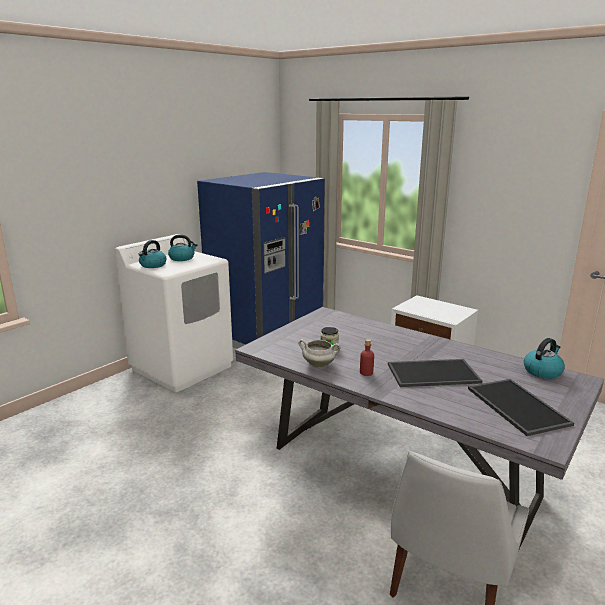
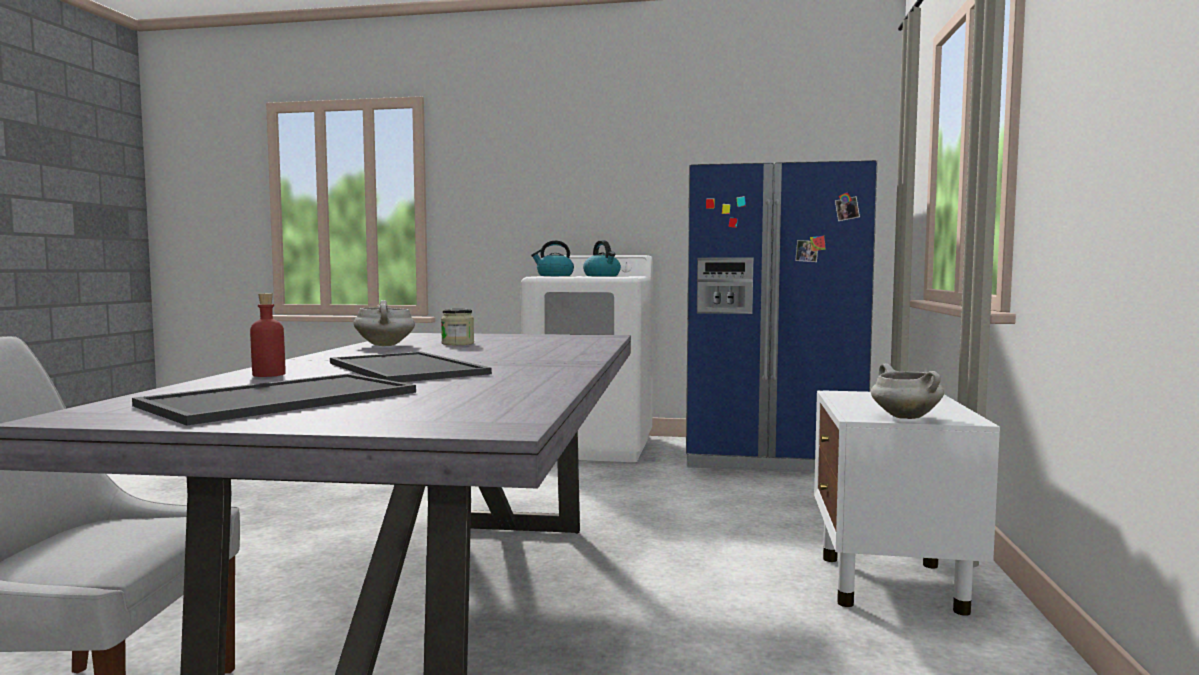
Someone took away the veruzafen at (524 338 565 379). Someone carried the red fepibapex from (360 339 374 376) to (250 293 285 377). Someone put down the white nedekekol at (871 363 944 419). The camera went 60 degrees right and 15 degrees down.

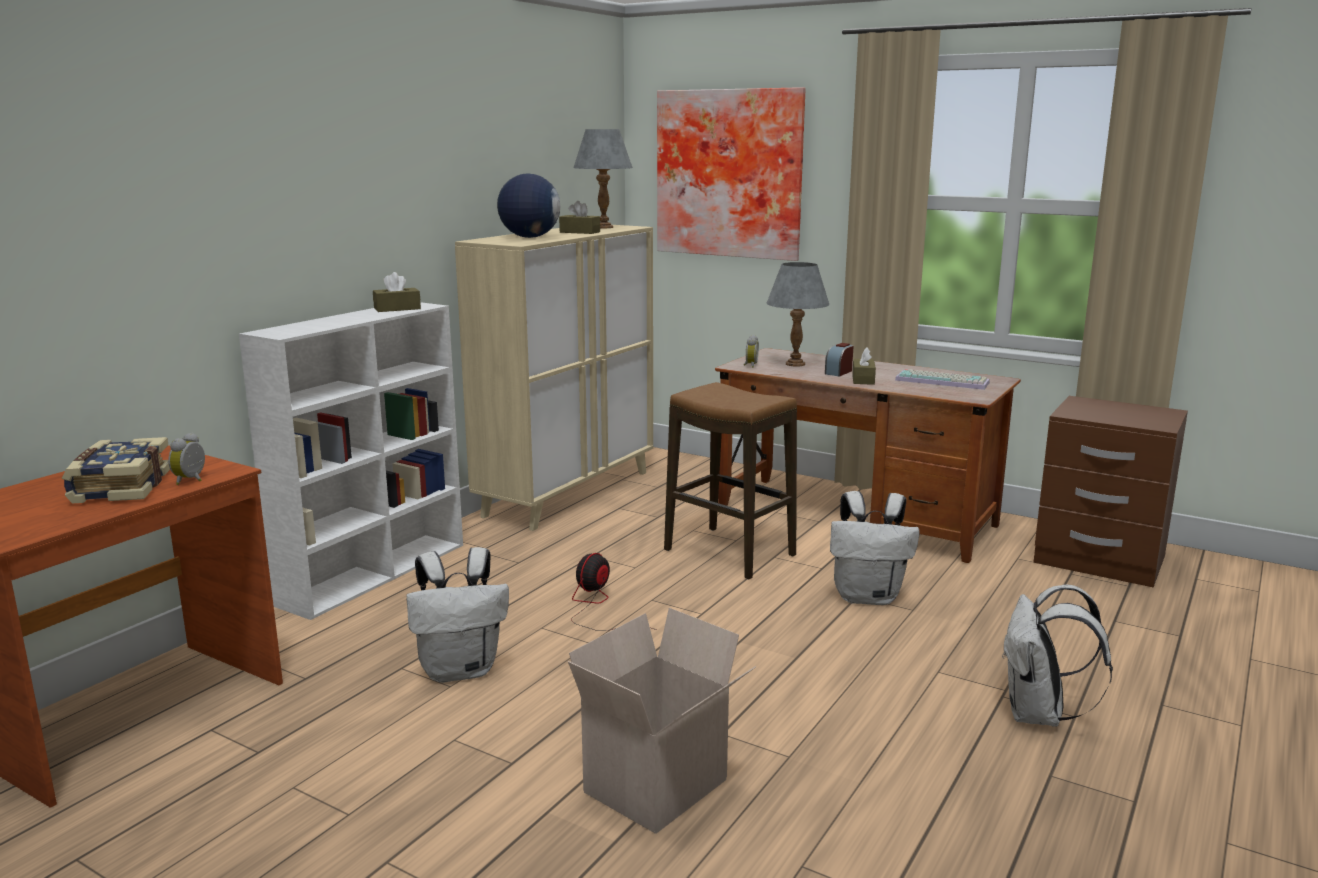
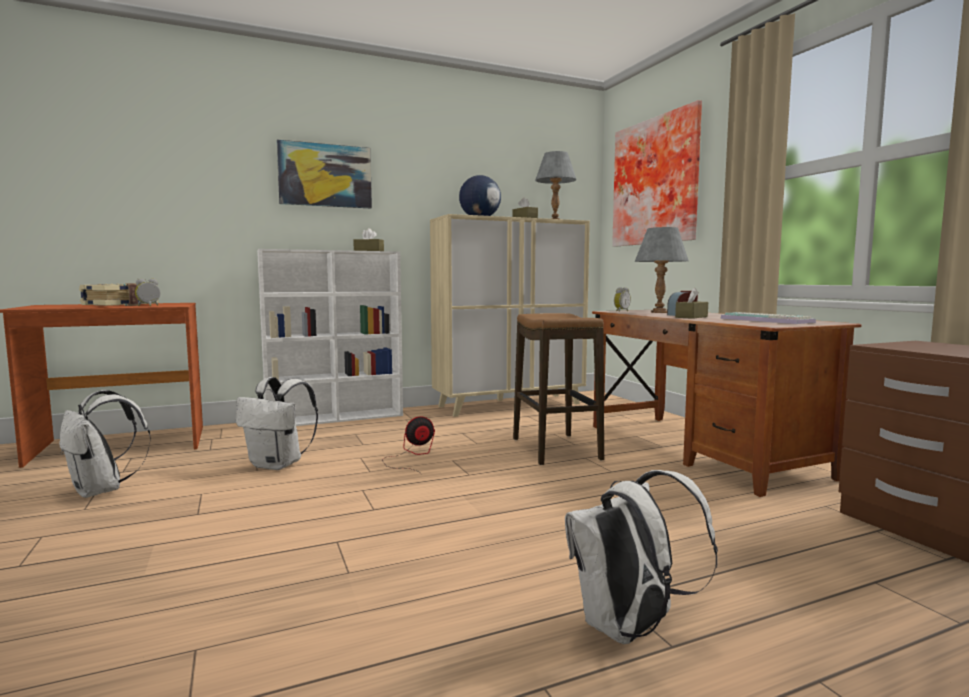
Someone carried the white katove from (830 491 920 605) to (59 390 151 498). Someone took away the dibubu at (568 608 756 834). Someone put up the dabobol at (277 140 372 208). The camera went 35 degrees right and 10 degrees down.

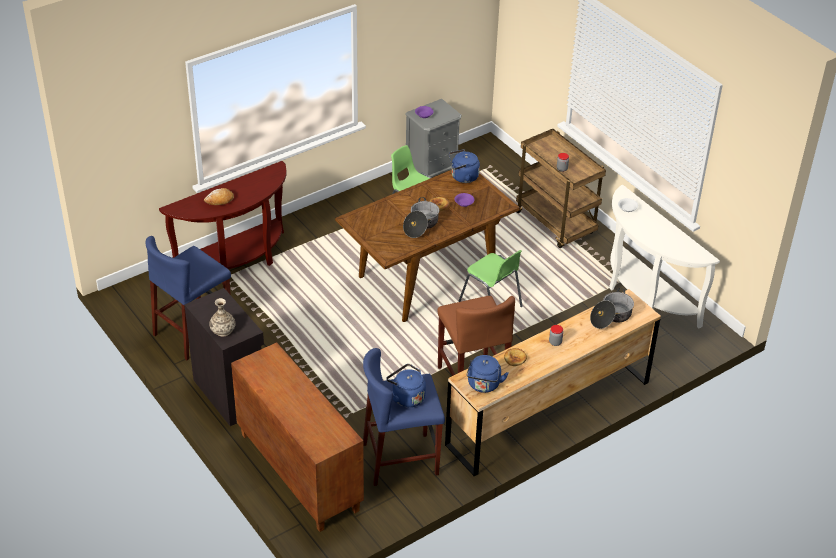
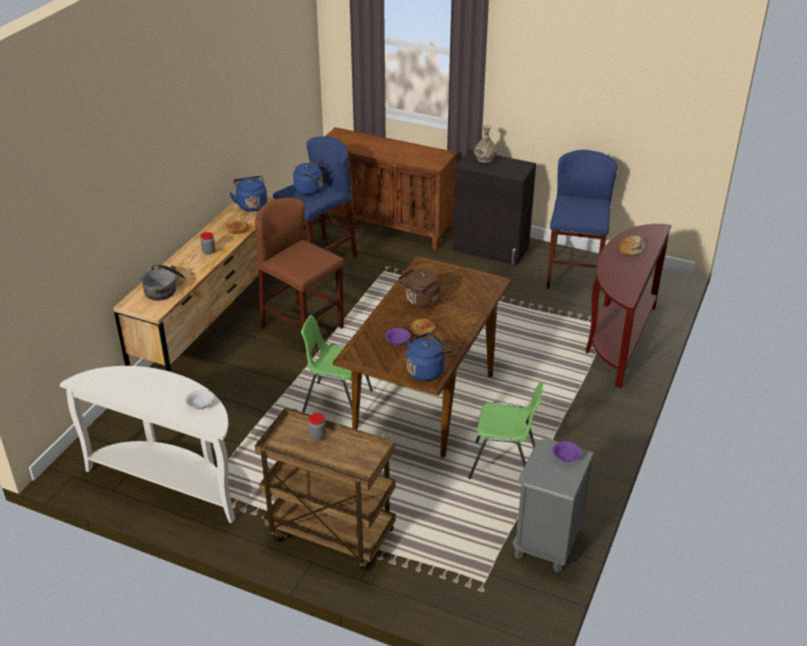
Someone swapped the nedekekol at (403 197 439 238) for the brown veruzafen at (399 269 440 308). The camera went 150 degrees right and 5 degrees down.

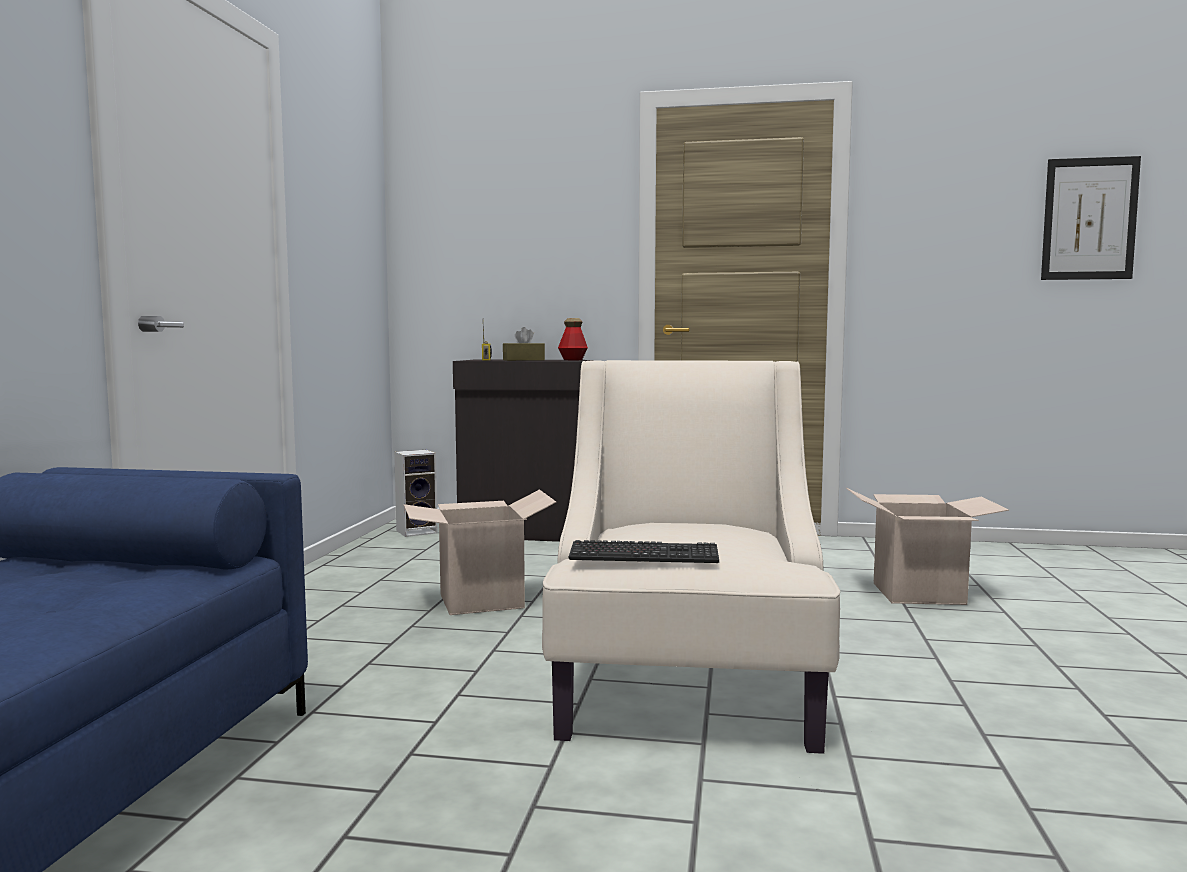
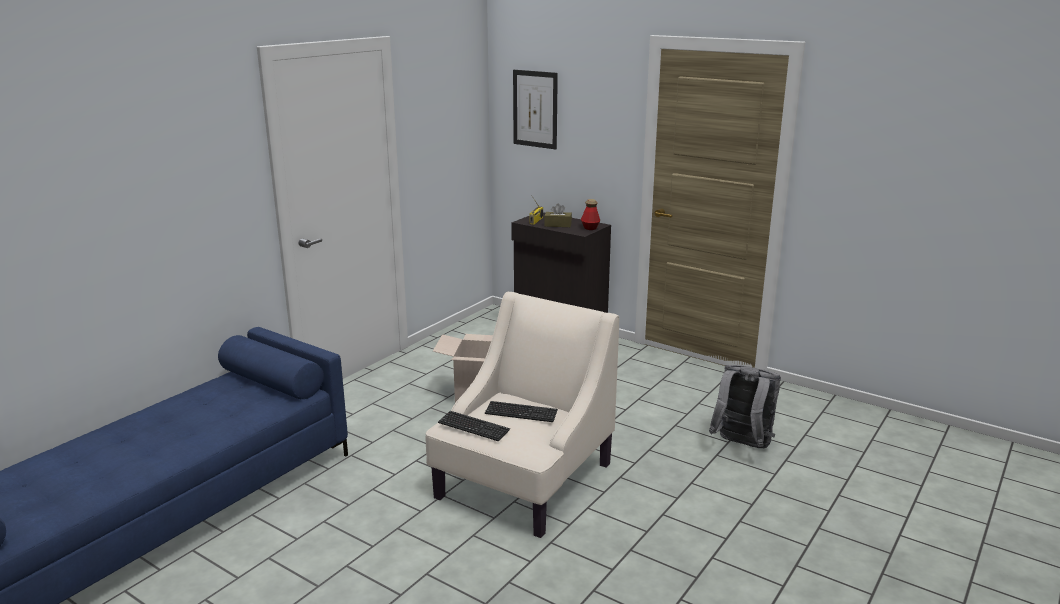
Someone carried the dabobol from (1041 156 1141 280) to (513 70 558 149). Someone took away the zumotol at (394 450 438 537). Someone swapped the dibubu at (846 488 1009 605) for the grey katove at (709 365 781 448). Someone put down the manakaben at (485 401 558 422). The camera went 25 degrees right and 15 degrees up.

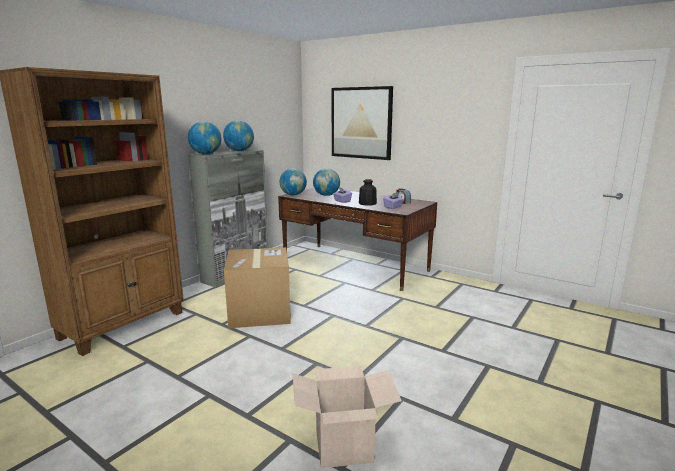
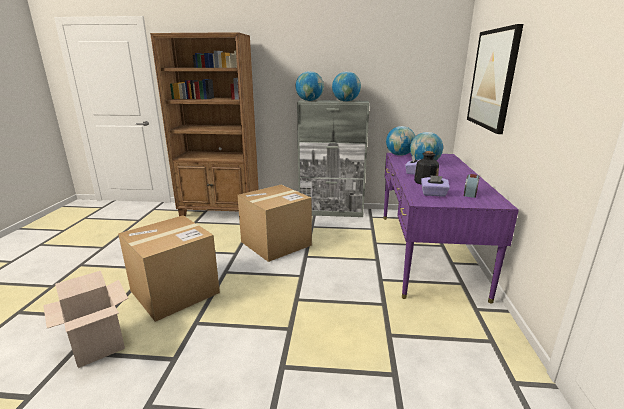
Someone repainted the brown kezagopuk at (278 188 437 291), which became the purple kezagopuk at (383 153 519 304). Someone put down the dibubu at (118 215 220 322). The camera went 60 degrees right and 5 degrees up.

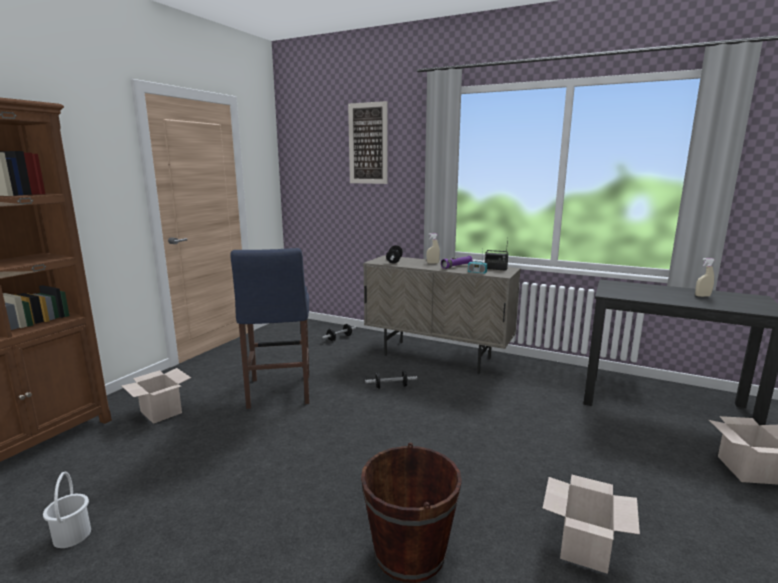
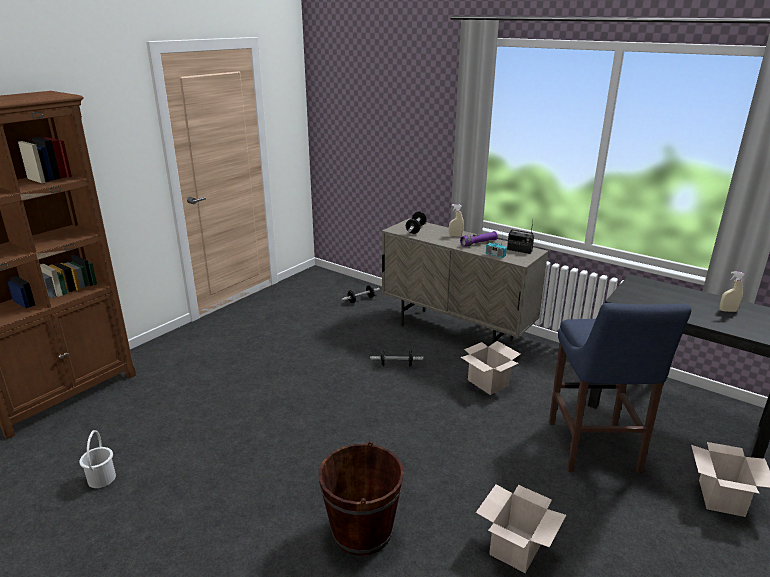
Someone took away the dabobol at (348 101 387 184). Someone carried the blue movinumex from (230 248 309 409) to (549 303 691 473). Someone carried the dibubu from (122 368 191 424) to (460 341 521 395). The camera went 10 degrees right and 10 degrees up.

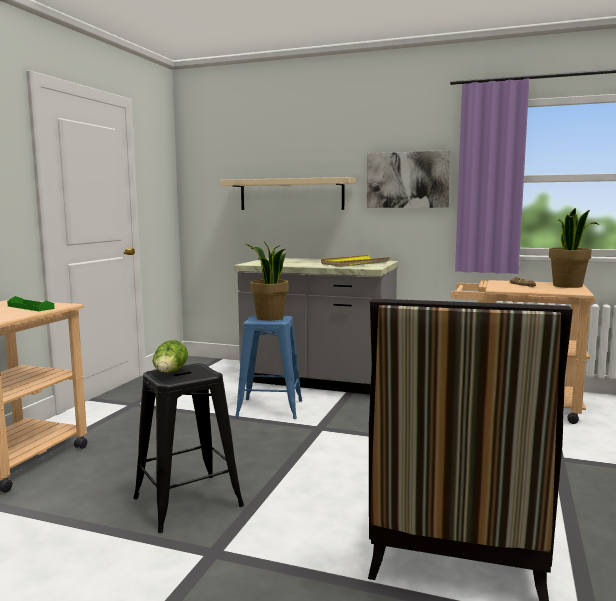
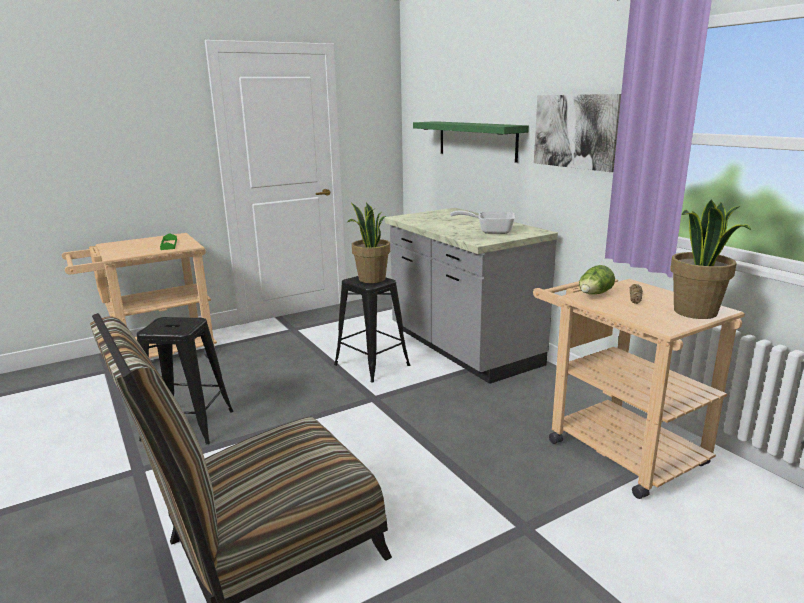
Someone repainted the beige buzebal at (220 177 356 210), which became the green buzebal at (413 121 529 163). Someone swapped the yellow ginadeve at (321 255 390 267) for the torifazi at (450 211 515 234). Someone repainted the blue movinumex at (235 315 302 419), which became the black movinumex at (334 276 410 383). Someone carried the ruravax from (153 340 188 373) to (579 265 615 294). The camera went 40 degrees right and 10 degrees up.

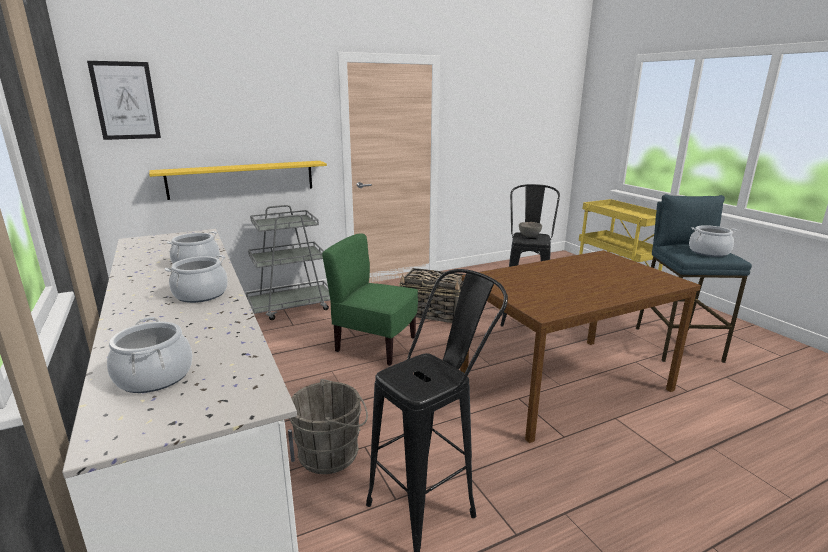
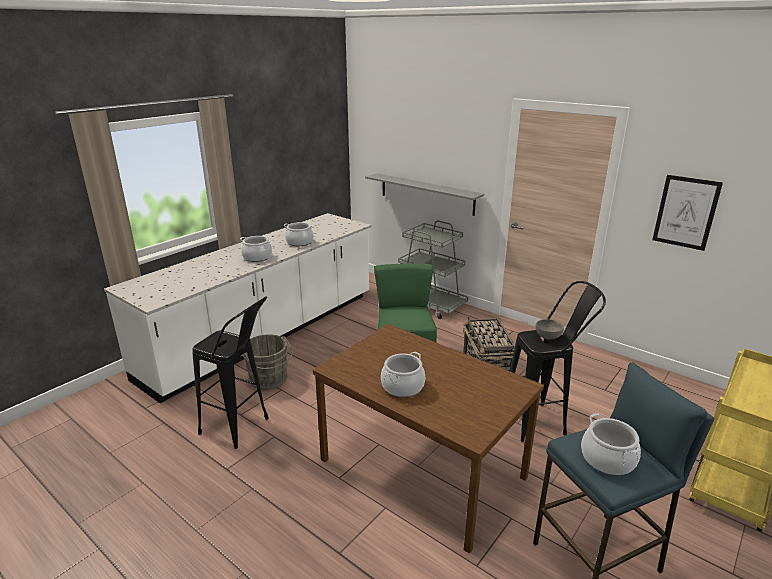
Someone carried the dabobol from (87 61 161 140) to (652 175 723 251). Someone repainted the yellow buzebal at (149 161 327 200), which became the grey buzebal at (365 173 484 216). Someone carried the nedekekol from (107 317 192 393) to (381 352 425 397). The camera went 65 degrees right and 5 degrees up.

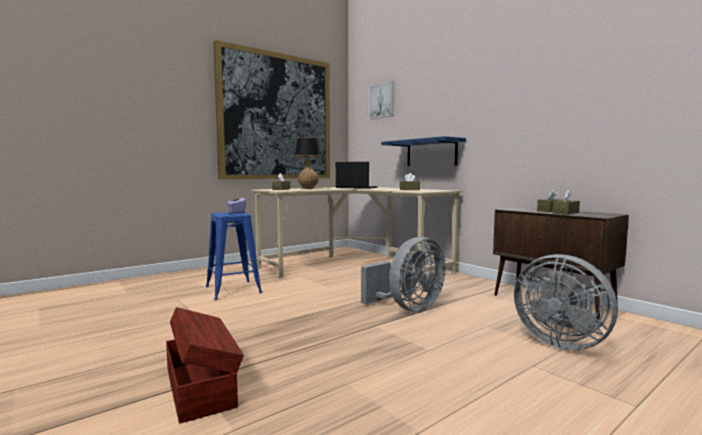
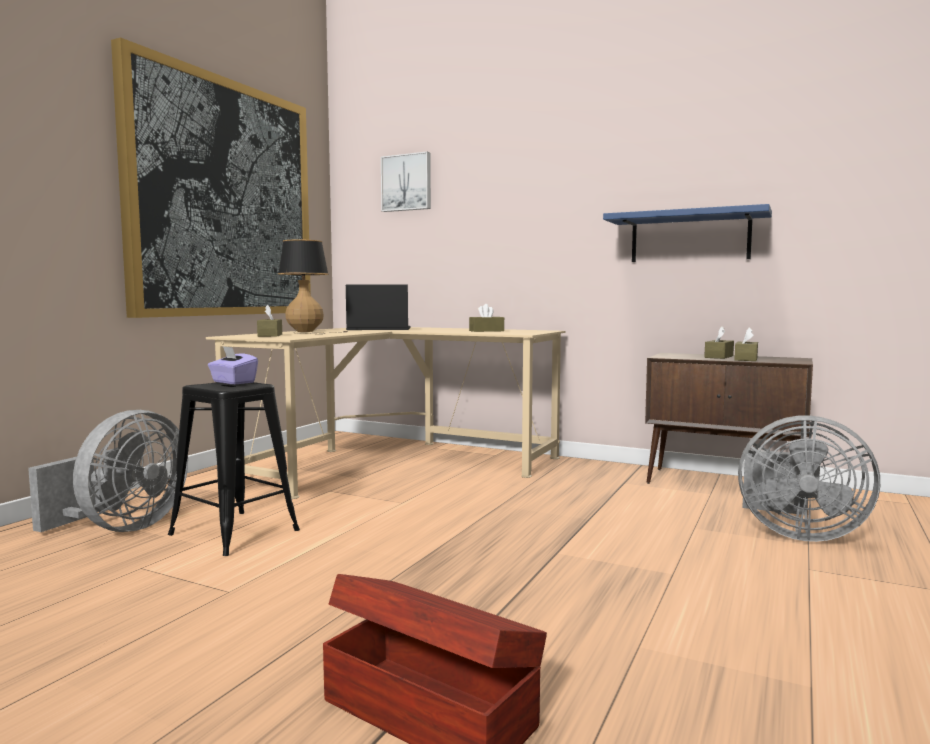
Someone carried the blue buzebal from (381 136 466 166) to (603 204 772 262). Someone repainted the blue movinumex at (206 212 262 300), which became the black movinumex at (168 382 300 556). Someone carried the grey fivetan from (361 237 446 312) to (28 410 188 532). The camera went 25 degrees left and 0 degrees up.

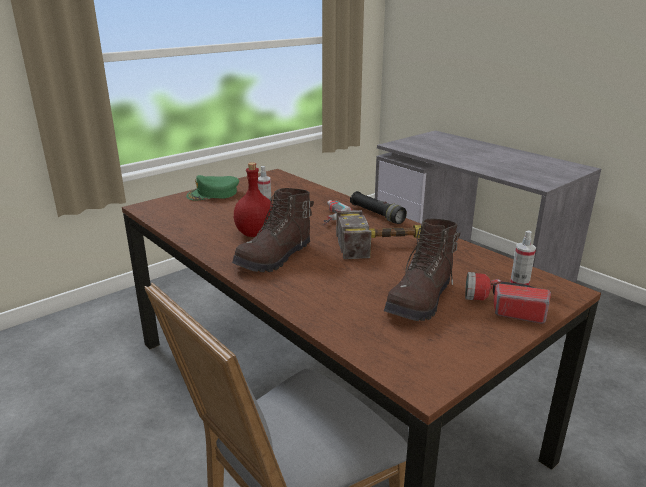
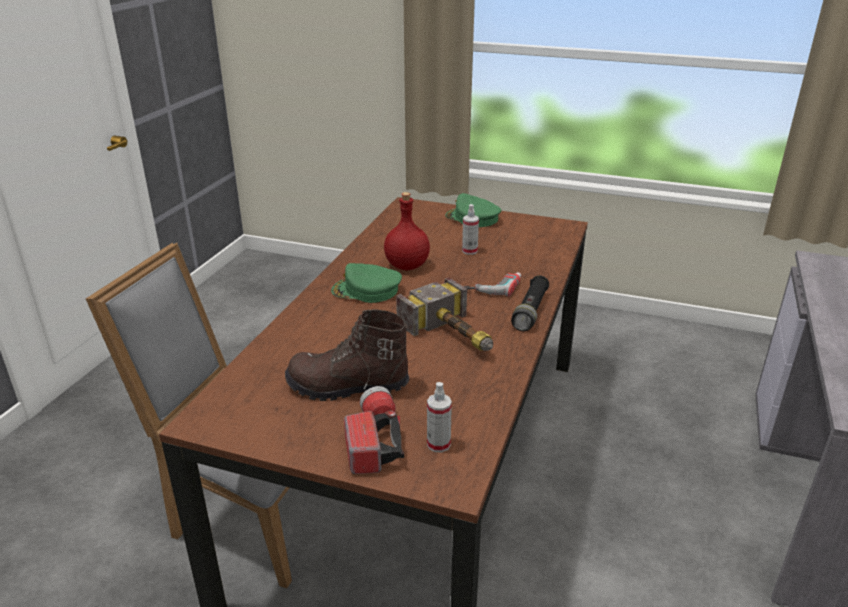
Someone swapped the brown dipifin at (232 188 314 272) for the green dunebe at (331 263 402 303). The camera went 60 degrees right and 5 degrees up.

